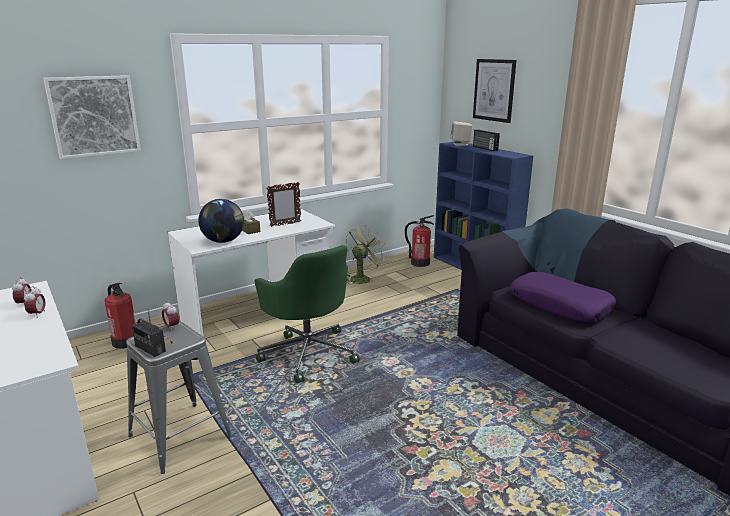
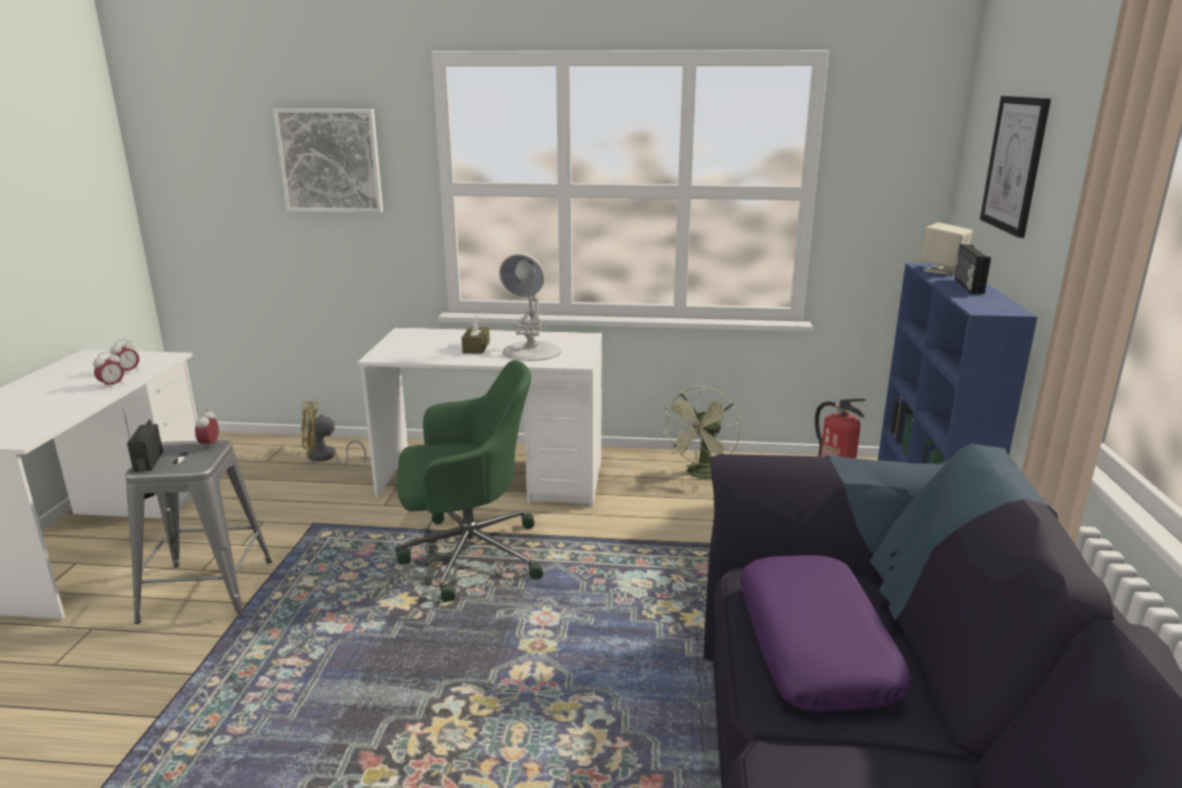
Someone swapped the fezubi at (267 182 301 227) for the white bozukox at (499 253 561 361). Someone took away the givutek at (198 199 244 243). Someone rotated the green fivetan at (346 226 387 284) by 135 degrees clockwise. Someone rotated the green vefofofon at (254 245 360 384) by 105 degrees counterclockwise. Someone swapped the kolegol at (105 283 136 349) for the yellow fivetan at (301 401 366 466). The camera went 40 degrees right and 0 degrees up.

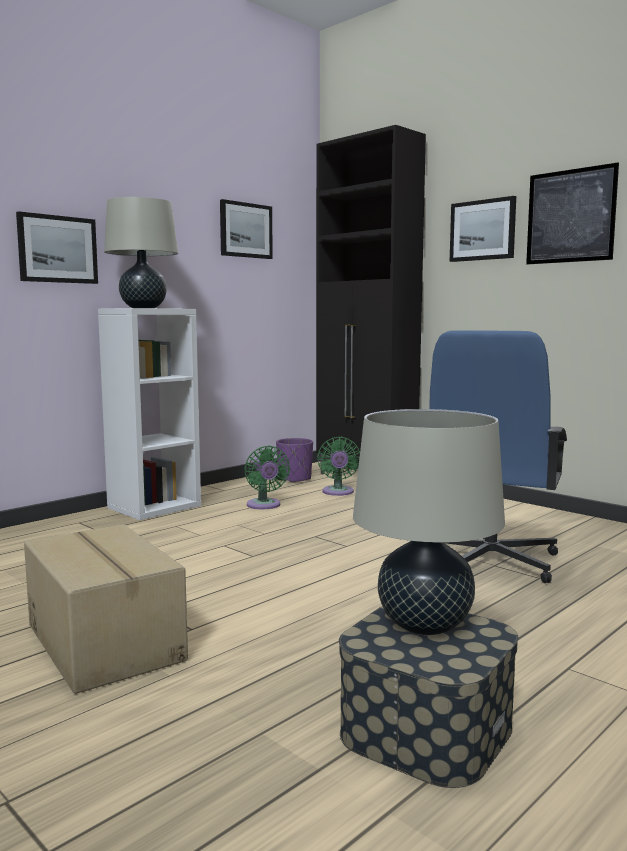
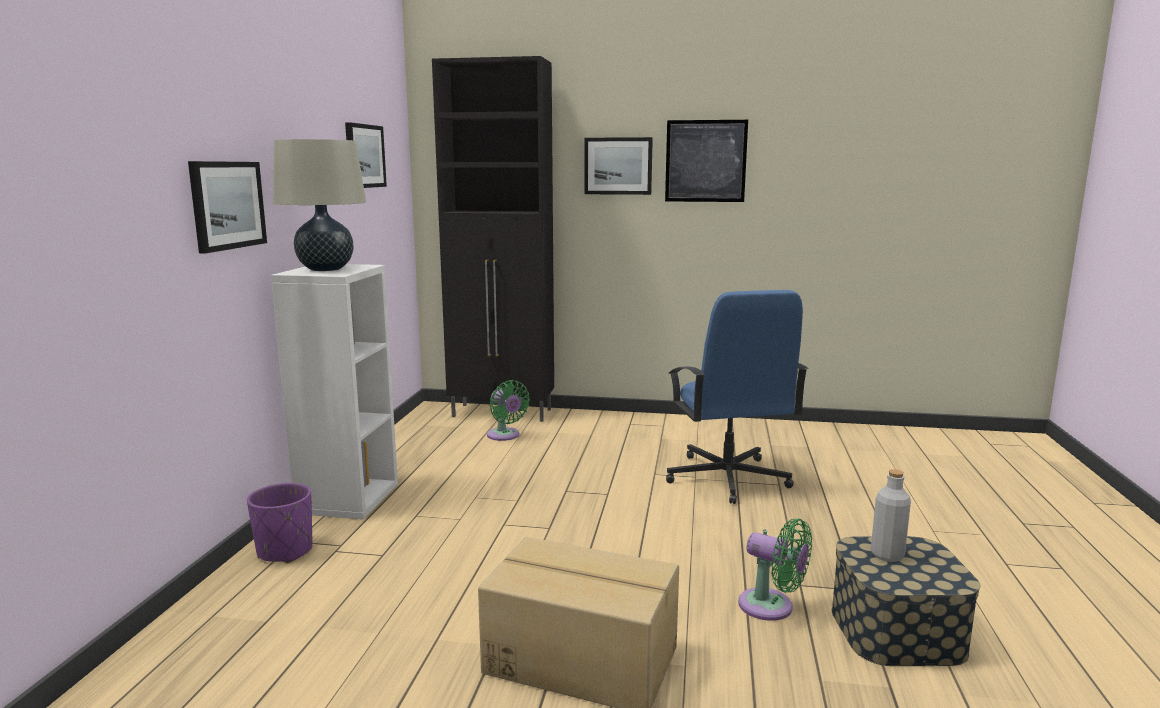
Someone swapped the beige bozukox at (353 409 505 635) for the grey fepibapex at (871 469 911 562). Someone carried the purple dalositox from (276 438 313 483) to (247 483 313 563). Someone carried the green fivetan from (244 446 290 509) to (738 519 812 621). The camera went 35 degrees left and 5 degrees up.

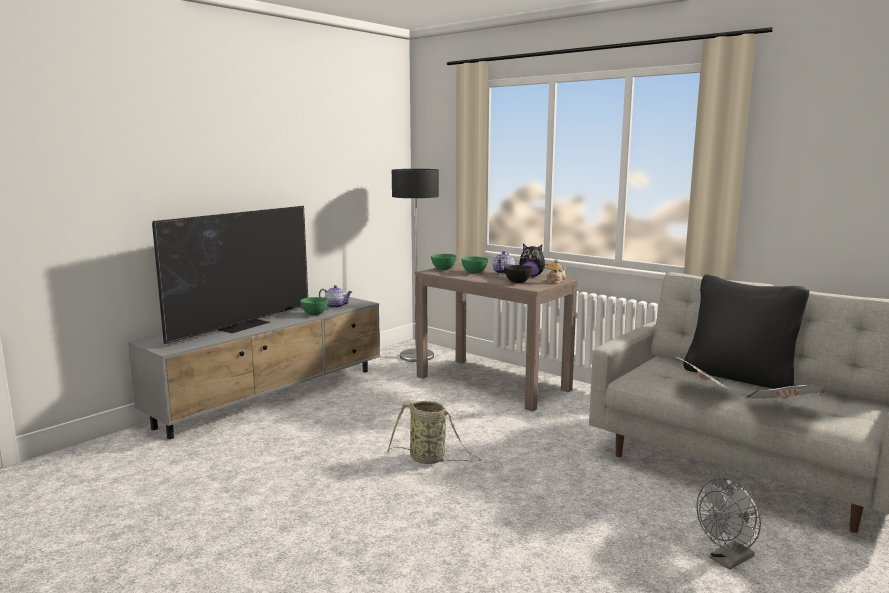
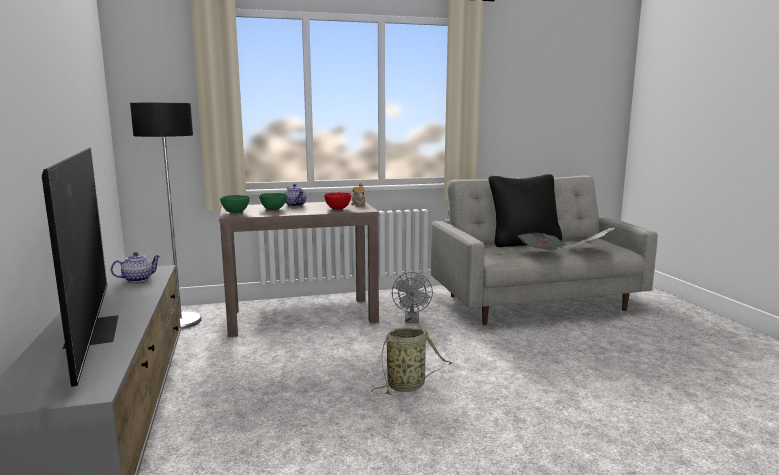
Someone took away the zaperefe at (519 244 548 276). Someone repainted the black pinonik at (504 265 533 283), which became the red pinonik at (324 193 351 209). Someone took away the green pinonik at (300 297 328 315). Someone carried the grey fivetan from (696 478 761 570) to (392 272 433 323). The camera went 55 degrees left and 0 degrees up.

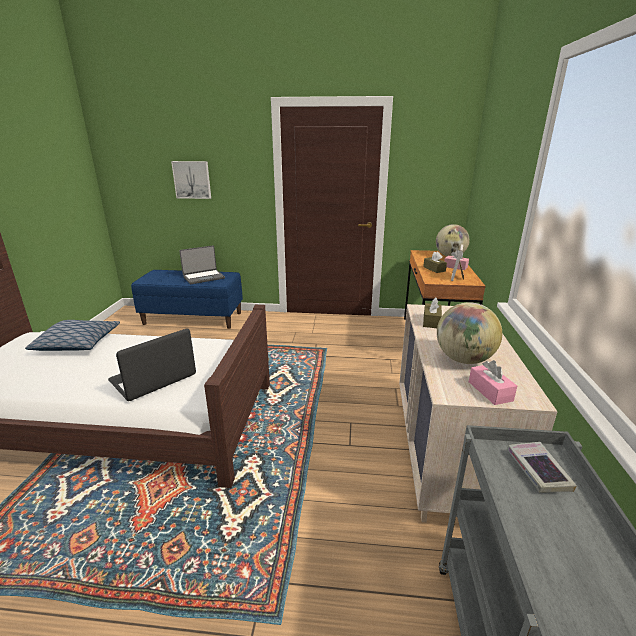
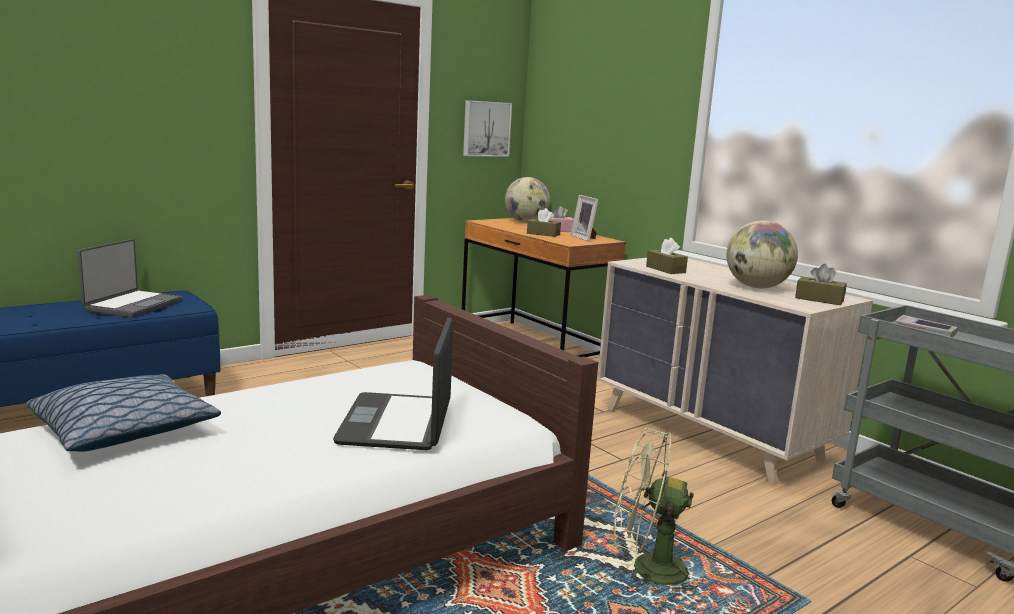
Someone carried the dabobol from (171 161 211 199) to (463 100 512 157). Someone repainted the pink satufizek at (469 360 517 405), which became the brown satufizek at (795 264 847 305). Someone put down the green fivetan at (613 428 698 596). The camera went 45 degrees left and 10 degrees down.

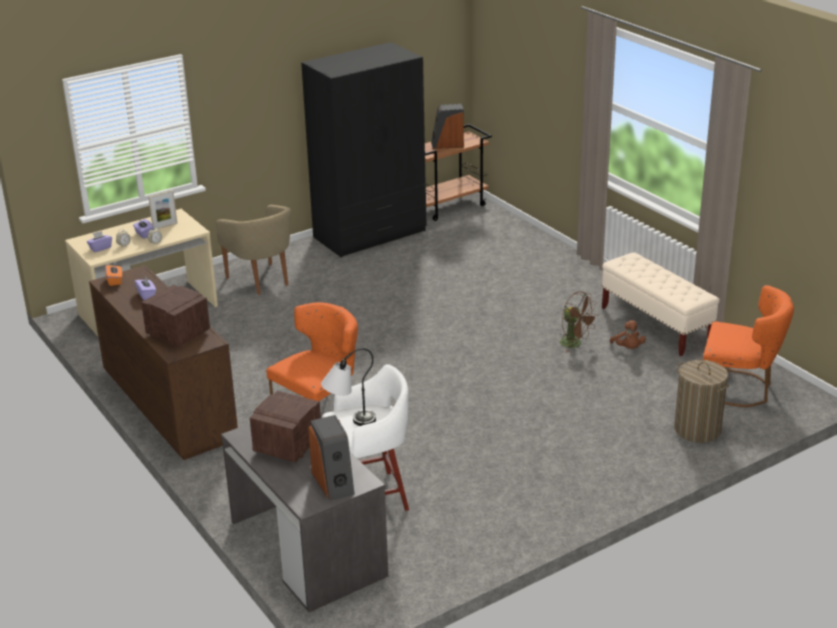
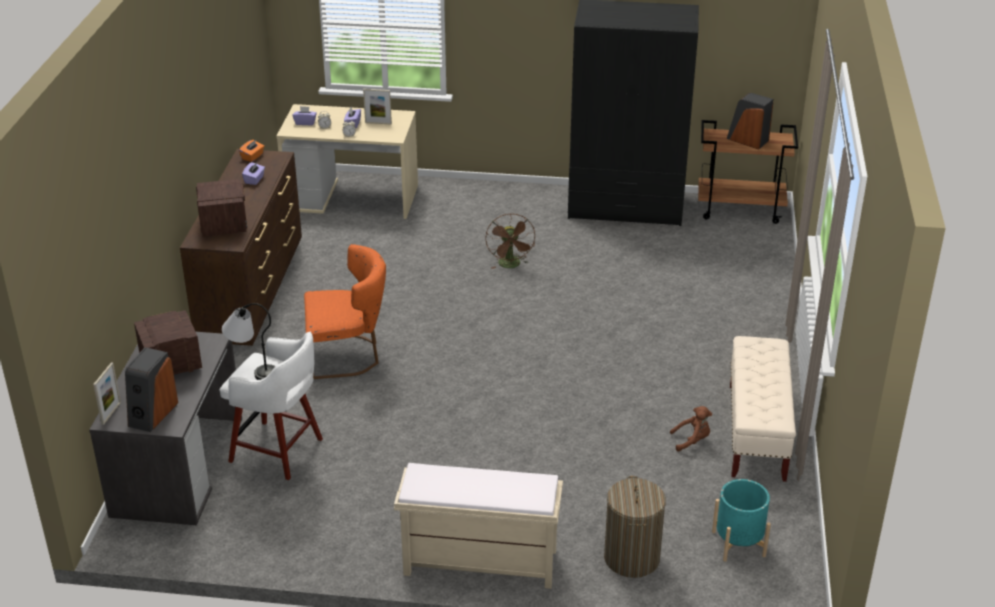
Someone took away the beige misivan at (215 205 291 295). Someone swapped the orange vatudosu at (703 285 794 407) for the turquoise dalositox at (712 479 771 562). Someone carried the brown fivetan from (559 291 599 353) to (485 214 535 269). Someone rotated the brown zaperefe at (610 320 646 349) by 120 degrees counterclockwise. Someone put down the fezubi at (93 362 121 425). Someone put down the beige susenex at (394 463 563 589). The camera went 40 degrees right and 5 degrees up.

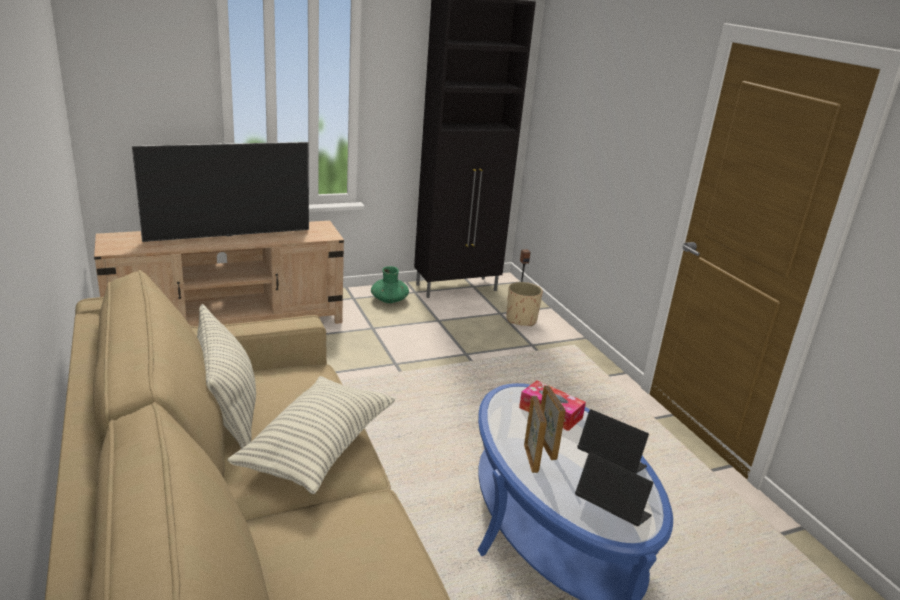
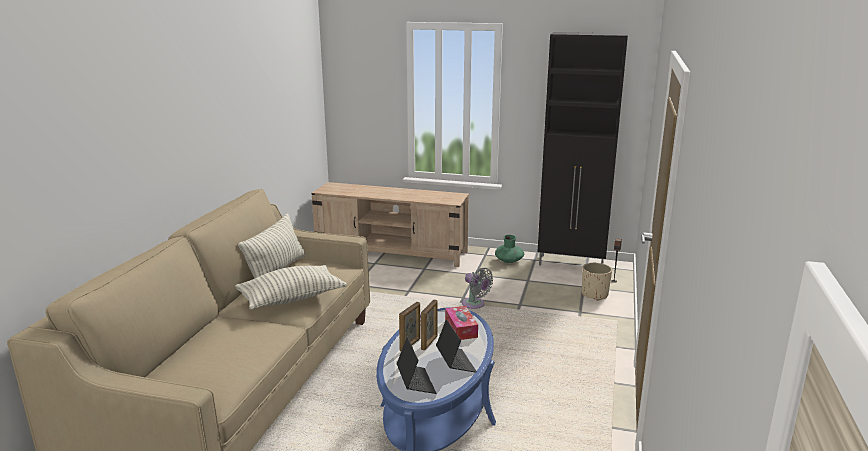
Someone took away the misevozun at (132 142 309 242). Someone put down the grey fivetan at (462 268 493 309). The camera went 40 degrees right and 5 degrees down.

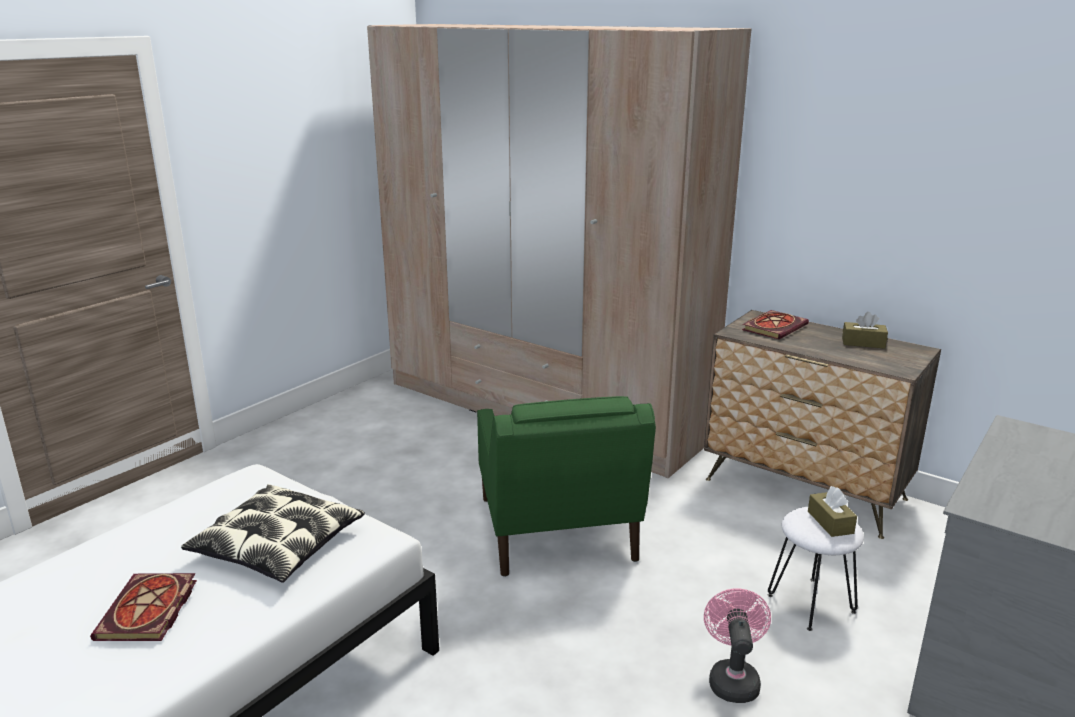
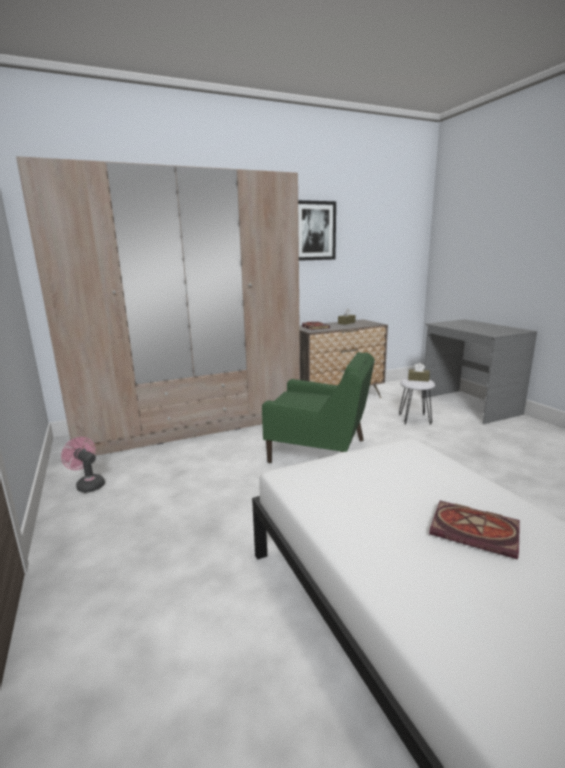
Someone took away the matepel at (181 484 365 583). Someone carried the pink fivetan from (704 588 771 703) to (61 437 105 493). Someone put up the dabobol at (298 200 336 261). The camera went 60 degrees left and 5 degrees down.

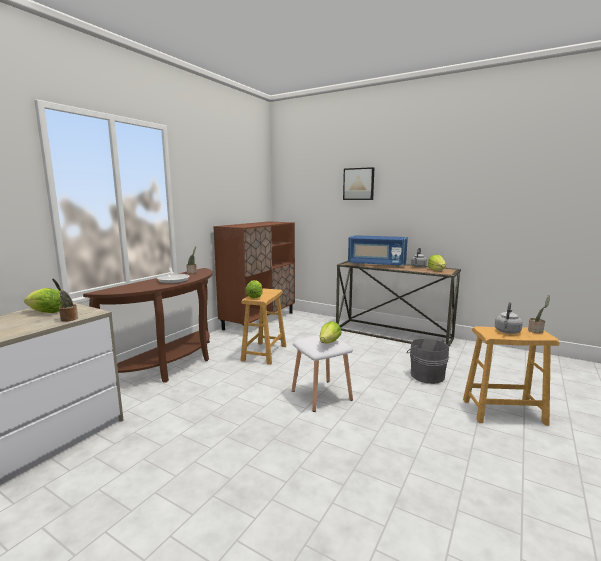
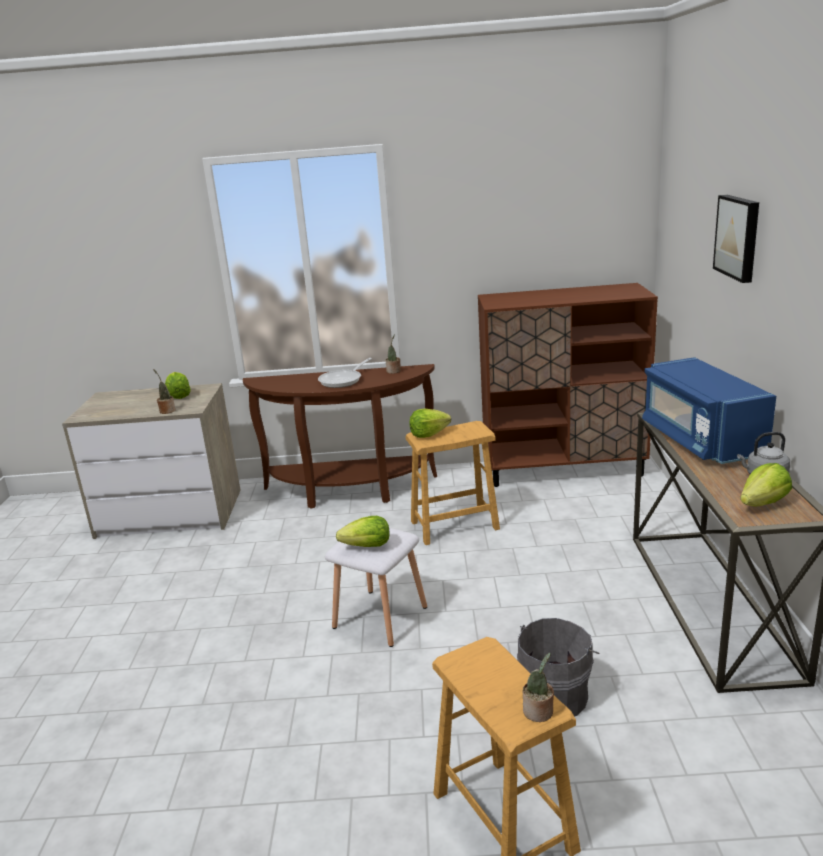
Someone took away the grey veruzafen at (495 302 523 334). The camera went 60 degrees right and 10 degrees up.

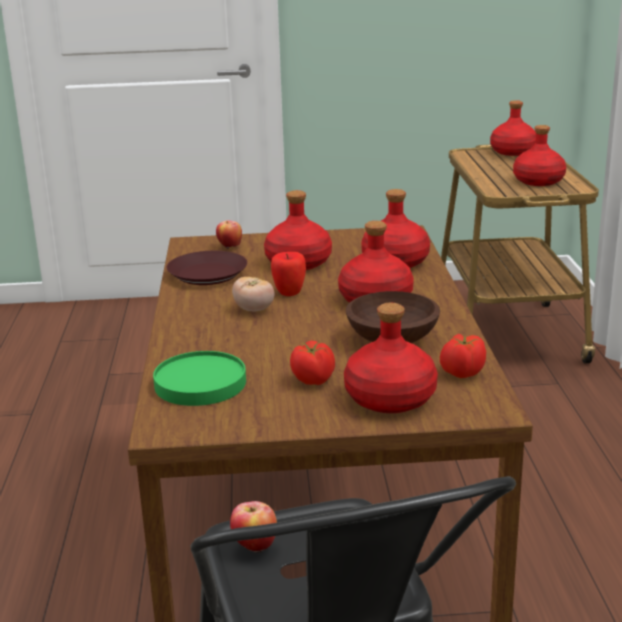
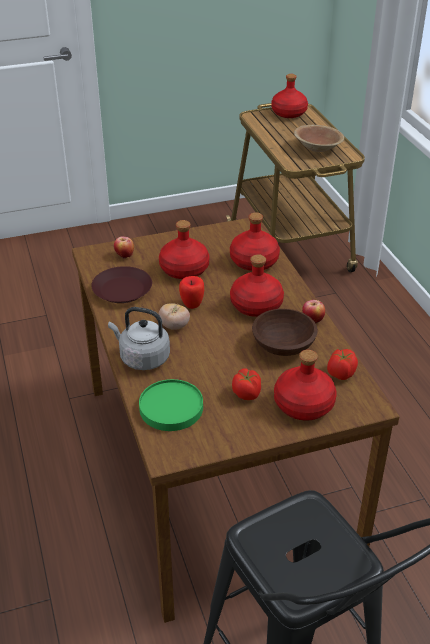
Someone swapped the red fepibapex at (513 125 566 186) for the brown pinonik at (294 125 344 152). Someone carried the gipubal from (230 501 277 553) to (302 300 325 323). Someone put down the grey veruzafen at (108 307 170 370). The camera went 15 degrees left and 15 degrees up.

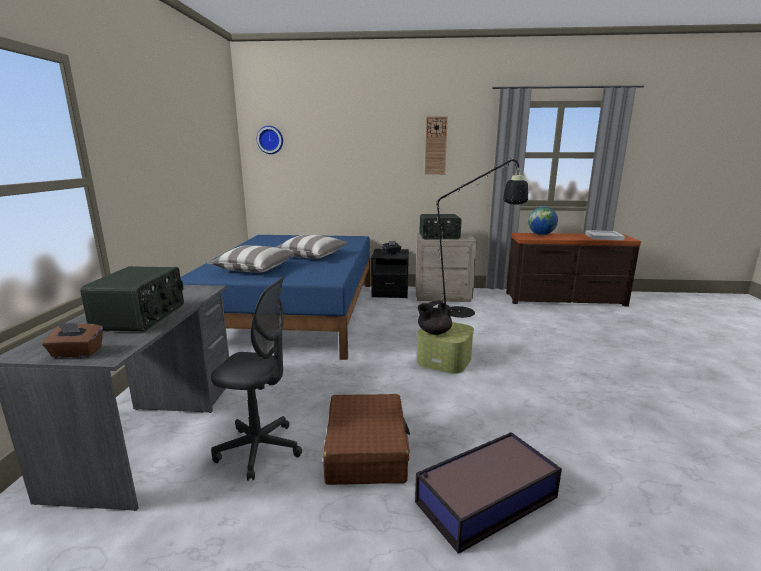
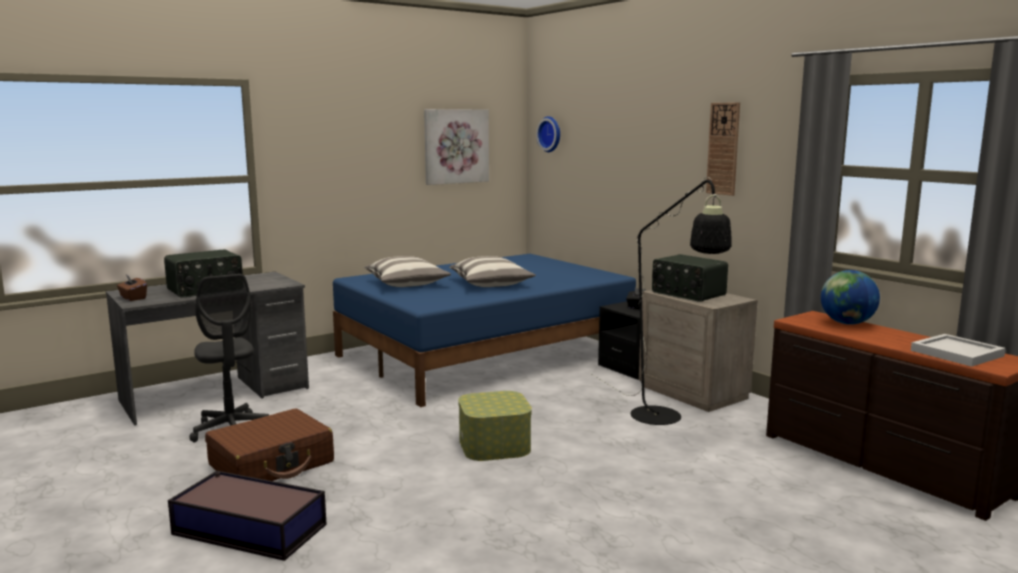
Someone took away the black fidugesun at (418 300 452 335). Someone put up the dabobol at (424 109 489 185). The camera went 50 degrees right and 5 degrees down.

